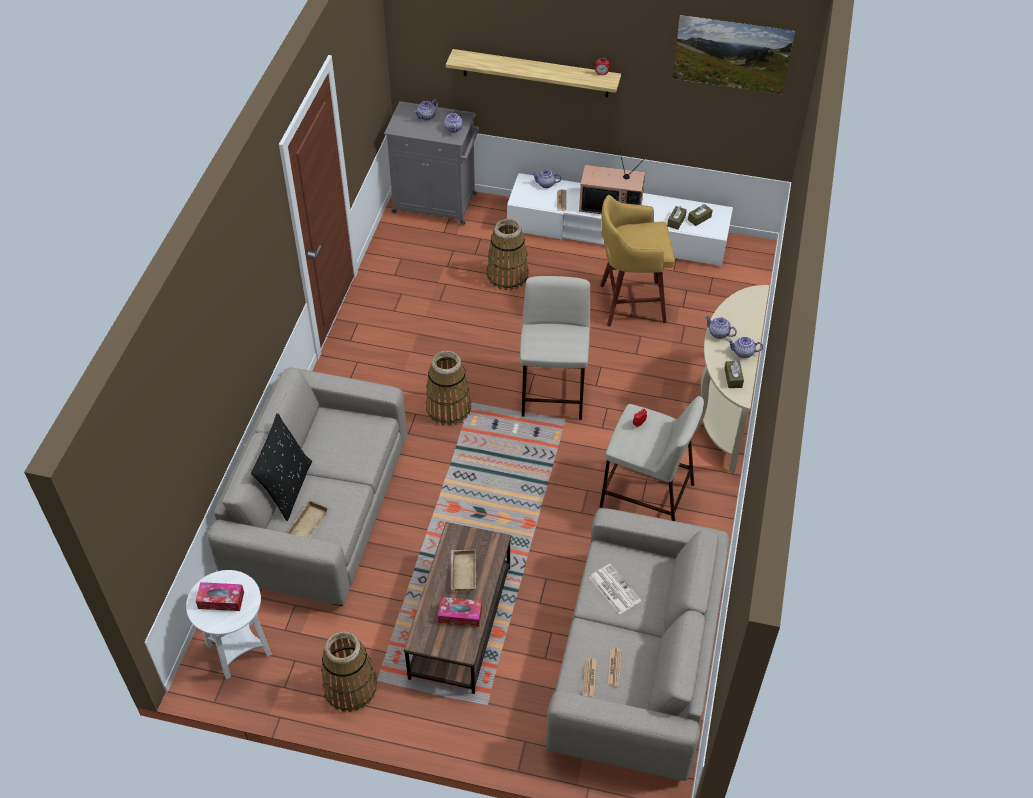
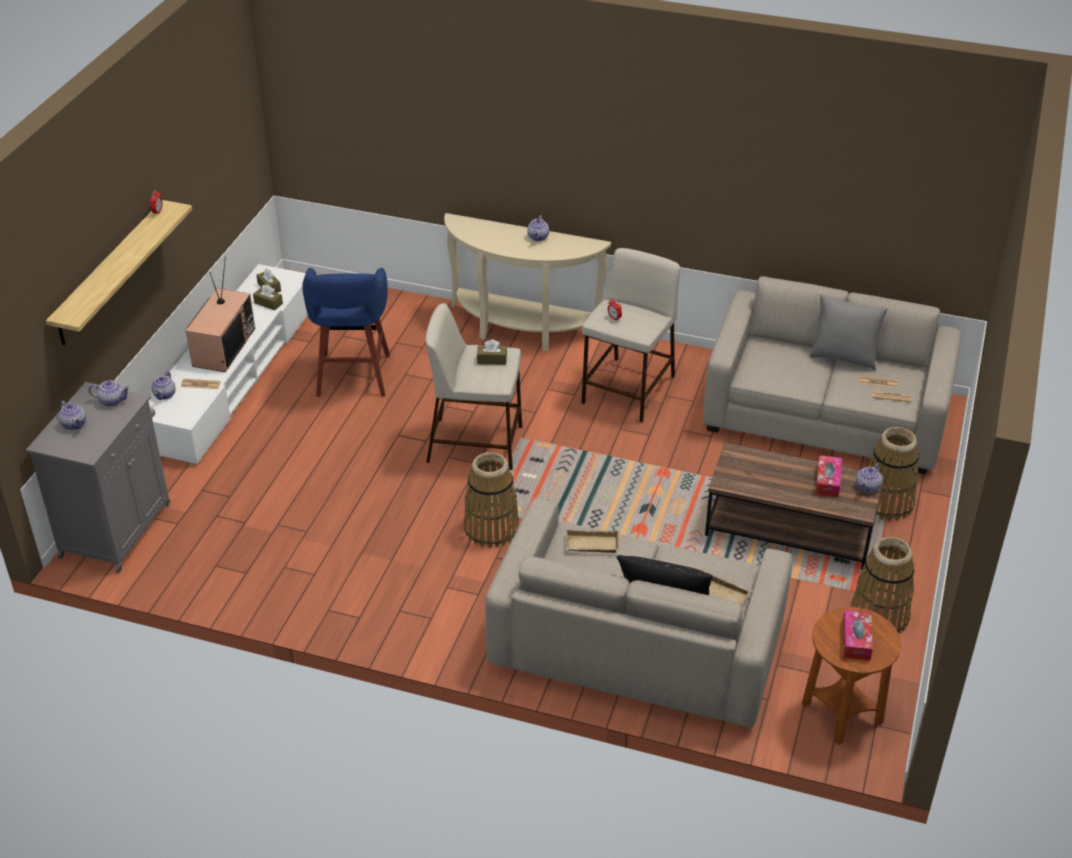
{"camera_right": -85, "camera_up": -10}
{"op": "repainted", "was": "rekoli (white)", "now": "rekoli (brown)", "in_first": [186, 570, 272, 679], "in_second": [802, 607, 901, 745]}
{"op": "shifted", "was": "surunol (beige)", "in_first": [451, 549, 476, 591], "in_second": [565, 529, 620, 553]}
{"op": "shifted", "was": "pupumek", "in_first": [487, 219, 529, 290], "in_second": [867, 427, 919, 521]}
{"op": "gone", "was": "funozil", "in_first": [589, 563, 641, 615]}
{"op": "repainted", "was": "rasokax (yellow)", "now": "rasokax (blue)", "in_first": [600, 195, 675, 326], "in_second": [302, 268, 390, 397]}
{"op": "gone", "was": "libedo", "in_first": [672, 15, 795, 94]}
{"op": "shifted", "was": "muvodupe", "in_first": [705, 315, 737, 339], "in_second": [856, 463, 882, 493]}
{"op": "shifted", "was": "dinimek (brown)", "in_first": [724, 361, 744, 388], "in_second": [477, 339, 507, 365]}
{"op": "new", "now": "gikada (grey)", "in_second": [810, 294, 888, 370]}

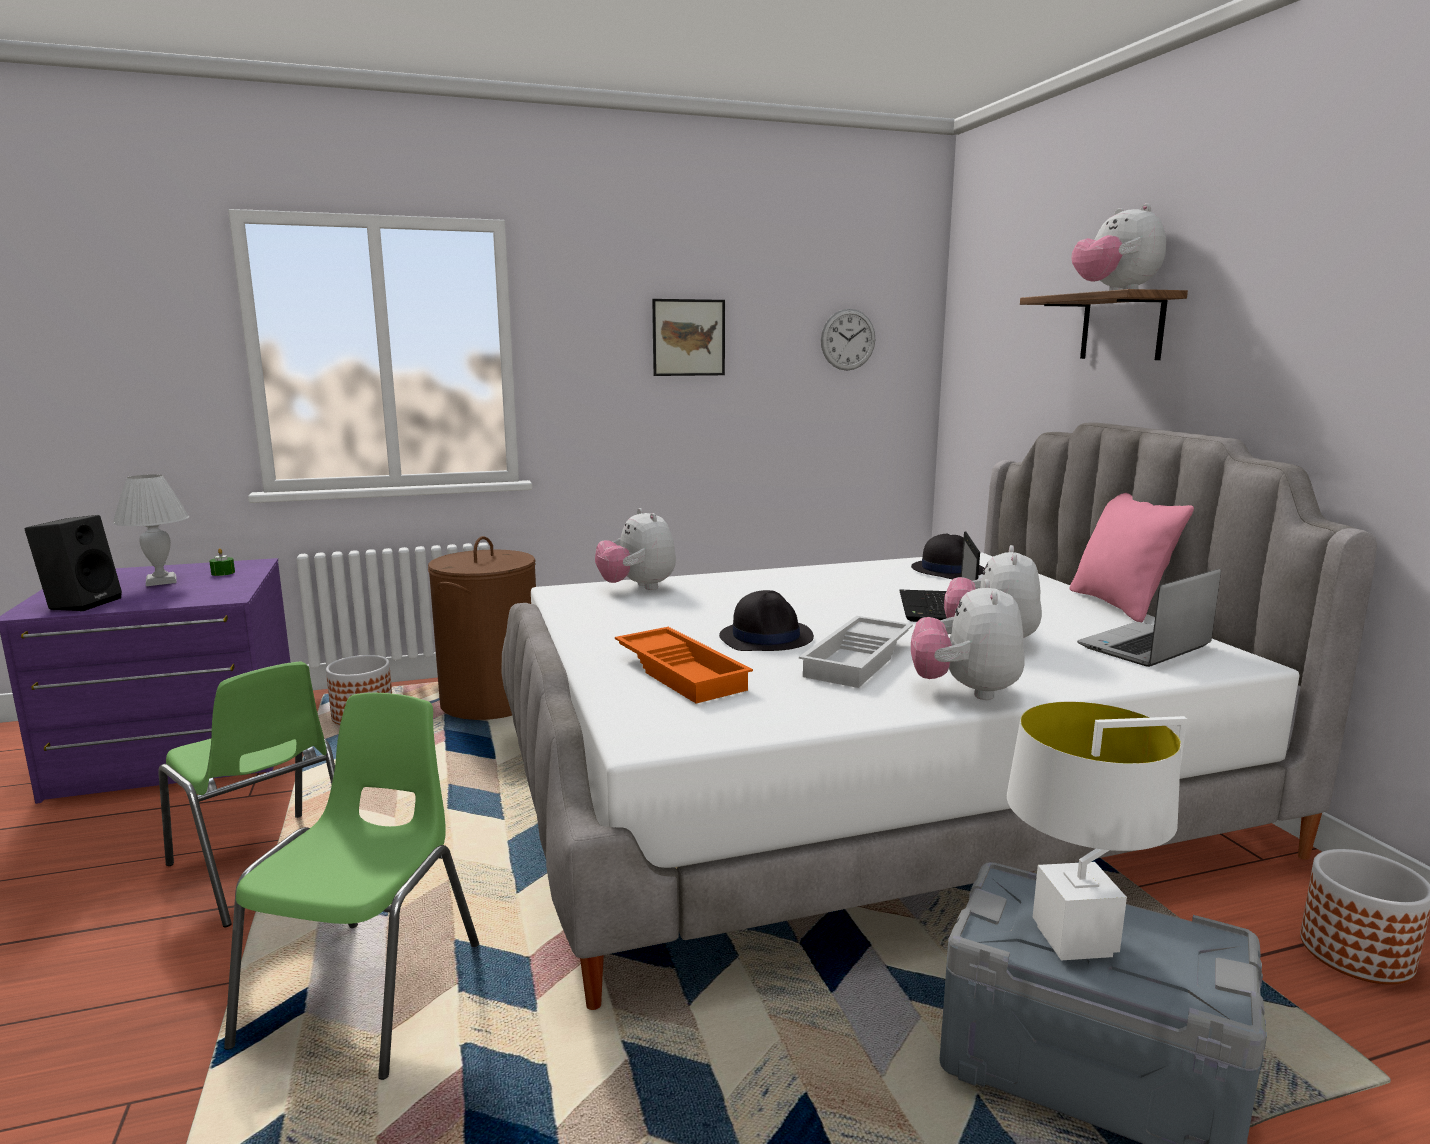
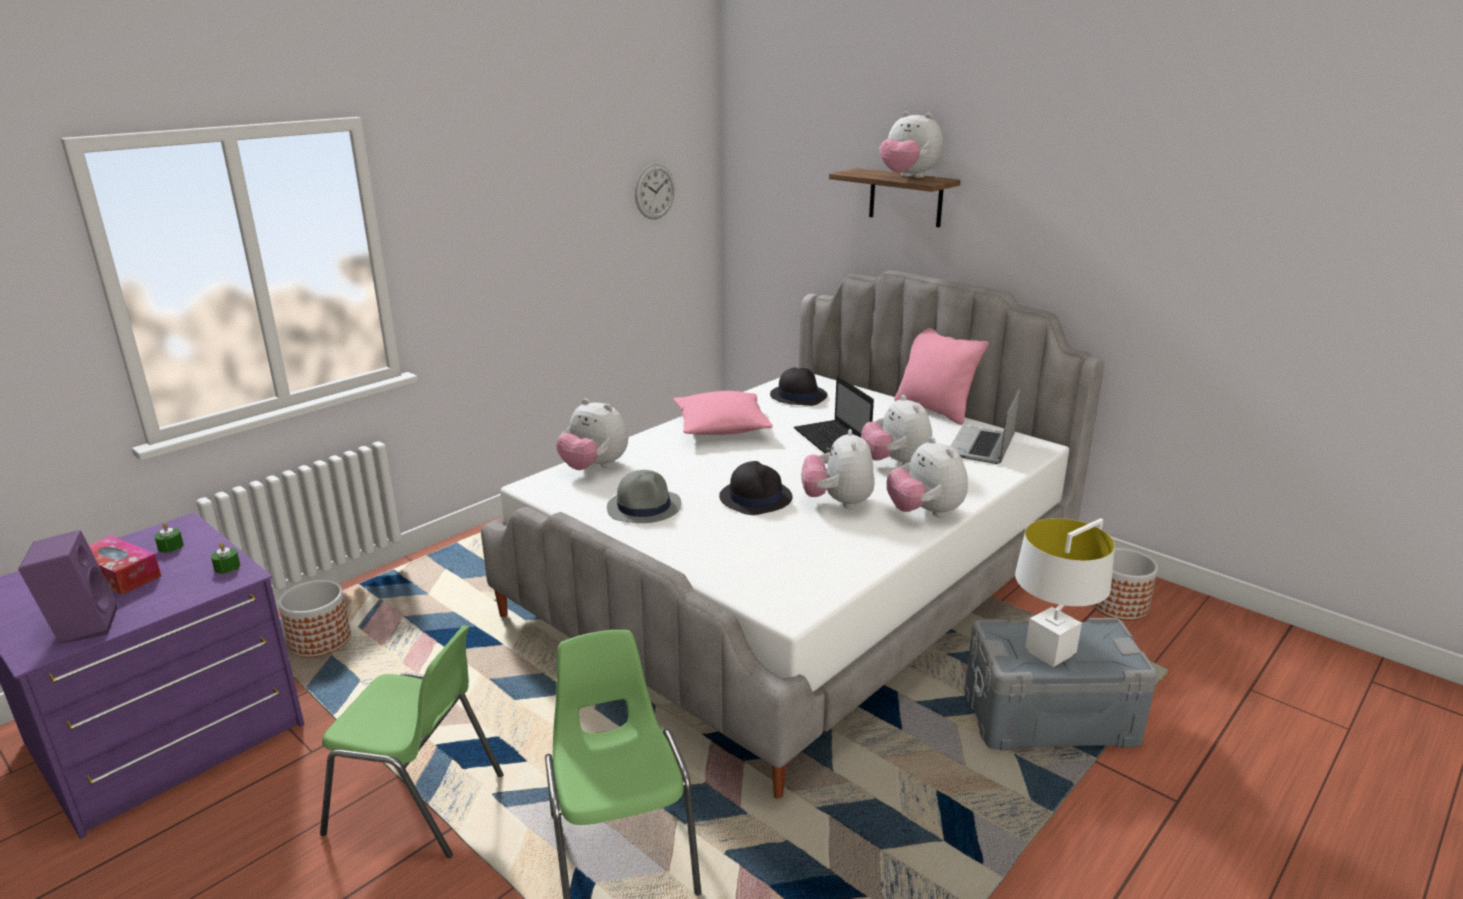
{"camera_right": -30, "camera_up": 10}
{"op": "repainted", "was": "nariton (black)", "now": "nariton (purple)", "in_first": [25, 515, 122, 611], "in_second": [18, 530, 117, 644]}
{"op": "swapped", "was": "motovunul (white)", "now": "dinimek", "in_first": [113, 474, 189, 586], "in_second": [89, 535, 161, 595]}
{"op": "gone", "was": "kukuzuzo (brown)", "in_first": [428, 536, 536, 720]}
{"op": "gone", "was": "surunol (orange)", "in_first": [615, 627, 753, 704]}
{"op": "gone", "was": "libedo", "in_first": [652, 299, 725, 376]}
{"op": "swapped", "was": "surunol (white)", "now": "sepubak", "in_first": [799, 616, 913, 688], "in_second": [801, 429, 875, 509]}
{"op": "new", "now": "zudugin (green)", "in_second": [211, 542, 240, 574]}
{"op": "new", "now": "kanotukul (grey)", "in_second": [607, 470, 681, 523]}
{"op": "new", "now": "gikada (pink)", "in_second": [673, 391, 773, 435]}

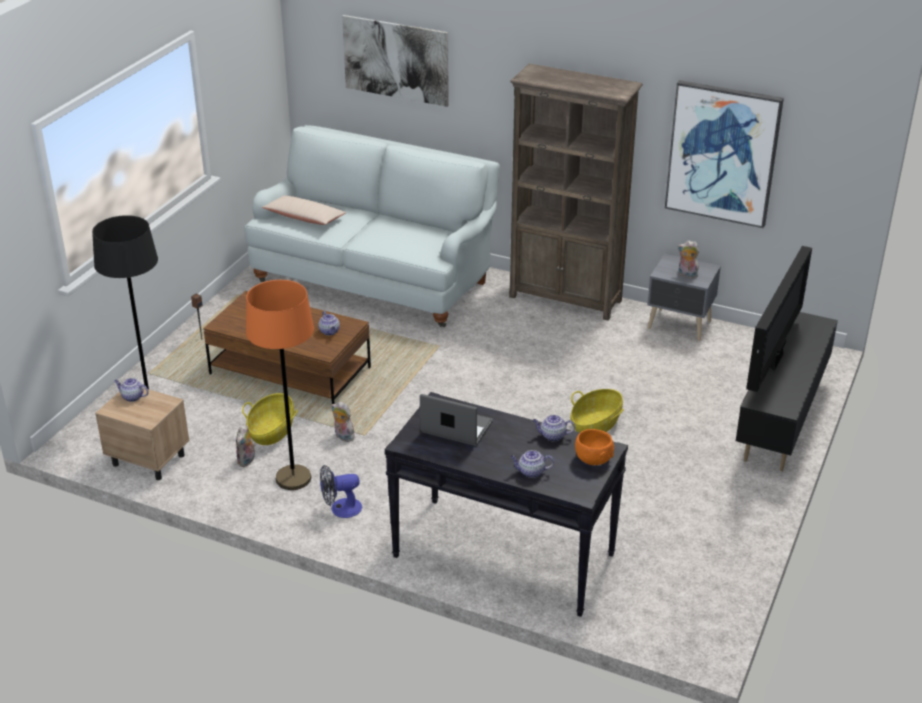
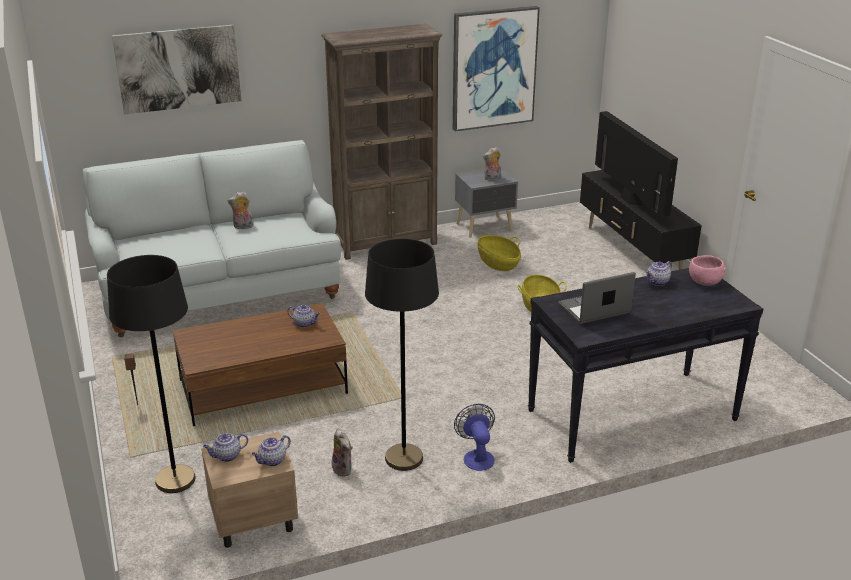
{"camera_right": -45, "camera_up": -5}
{"op": "shifted", "was": "pupumek", "in_first": [242, 393, 298, 445], "in_second": [478, 235, 521, 271]}
{"op": "repainted", "was": "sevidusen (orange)", "now": "sevidusen (black)", "in_first": [246, 280, 314, 490], "in_second": [365, 238, 439, 471]}
{"op": "gone", "was": "gikada (beige)", "in_first": [262, 196, 346, 225]}
{"op": "rotated", "was": "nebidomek", "in_first": [320, 465, 362, 518], "in_second": [454, 404, 495, 471], "clockwise": 135}
{"op": "shifted", "was": "sepubak", "in_first": [332, 401, 355, 442], "in_second": [227, 191, 254, 229]}
{"op": "shifted", "was": "muvodupe", "in_first": [510, 450, 554, 478], "in_second": [252, 435, 291, 466]}
{"op": "repainted", "was": "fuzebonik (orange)", "now": "fuzebonik (pink)", "in_first": [575, 429, 614, 465], "in_second": [689, 255, 726, 286]}

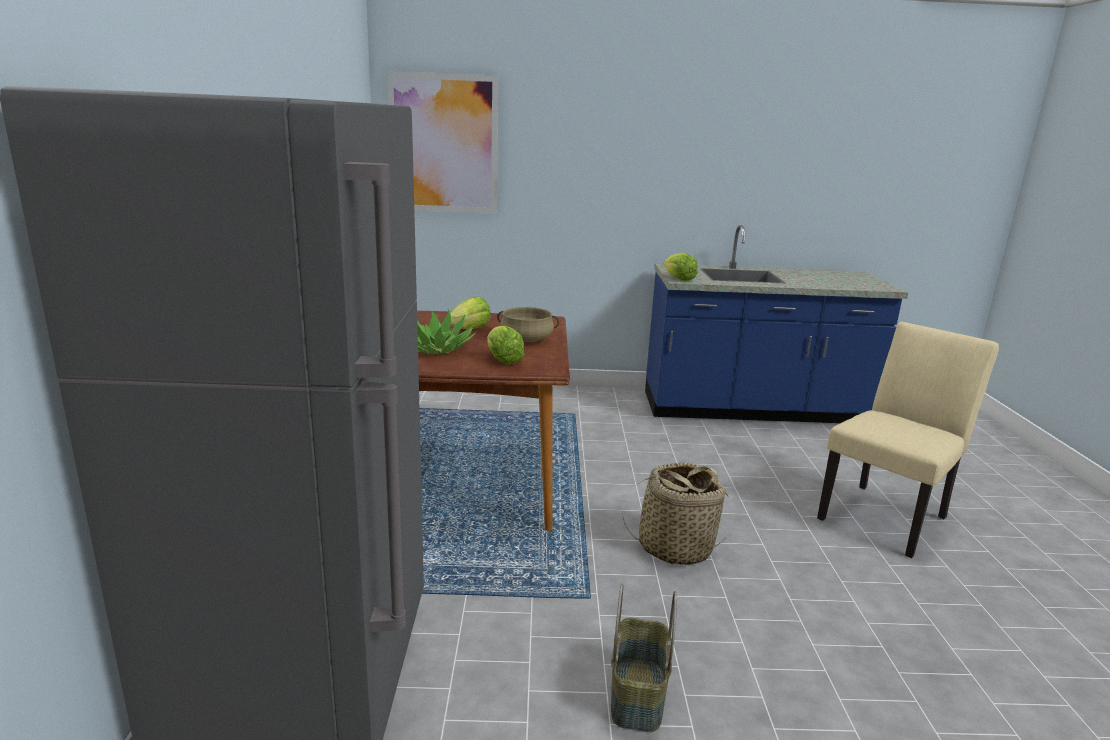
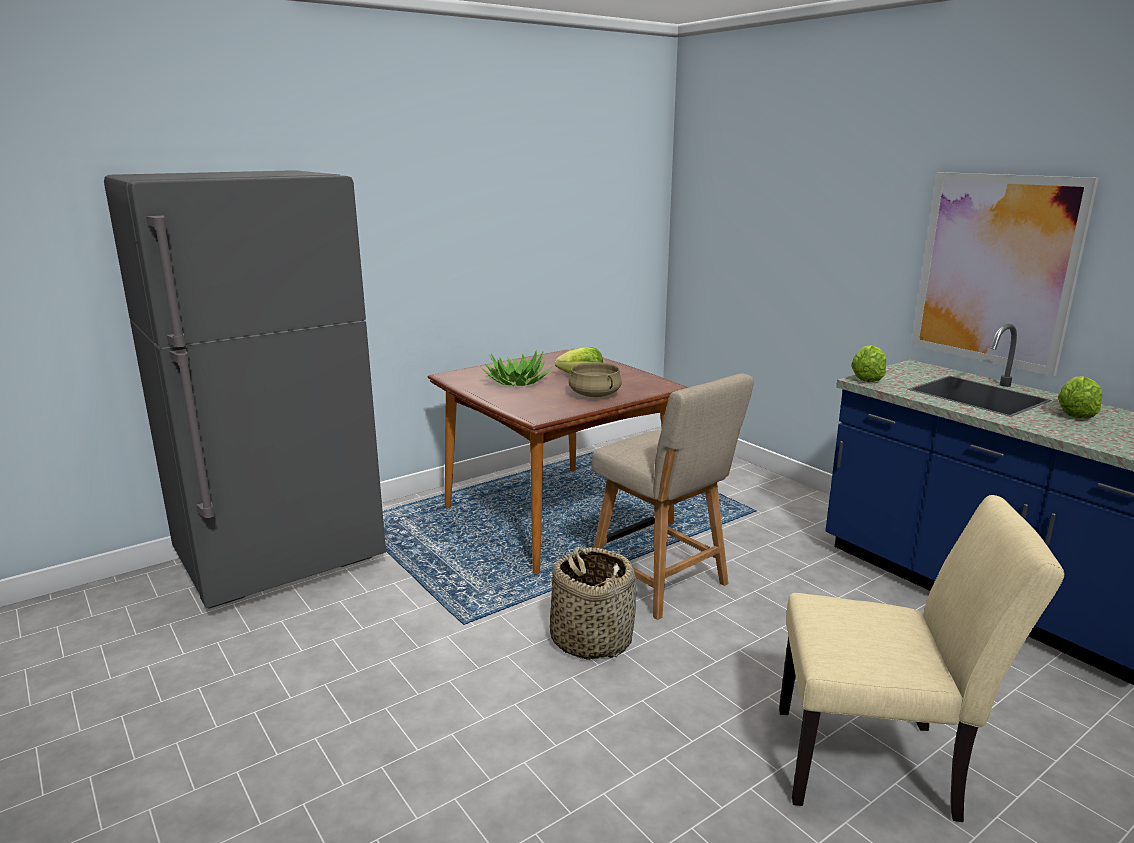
{"camera_right": 55, "camera_up": 0}
{"op": "shifted", "was": "libedo", "in_first": [387, 71, 499, 214], "in_second": [911, 172, 1099, 376]}
{"op": "shifted", "was": "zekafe", "in_first": [487, 326, 525, 365], "in_second": [1058, 376, 1102, 419]}
{"op": "gone", "was": "pupumek", "in_first": [611, 584, 677, 732]}
{"op": "new", "now": "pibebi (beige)", "in_second": [592, 373, 754, 620]}

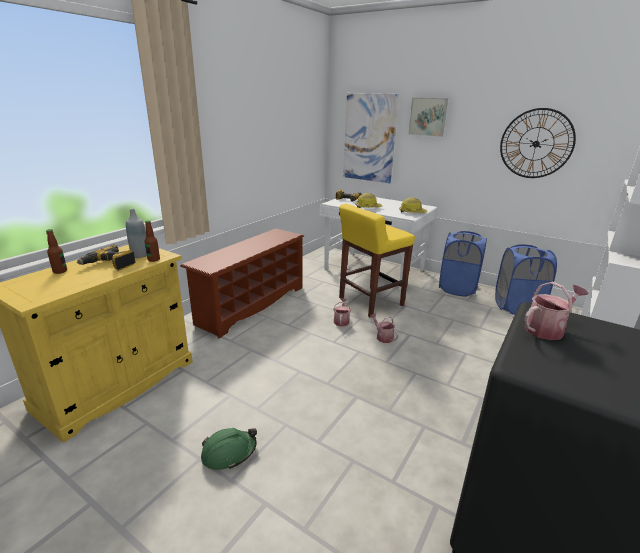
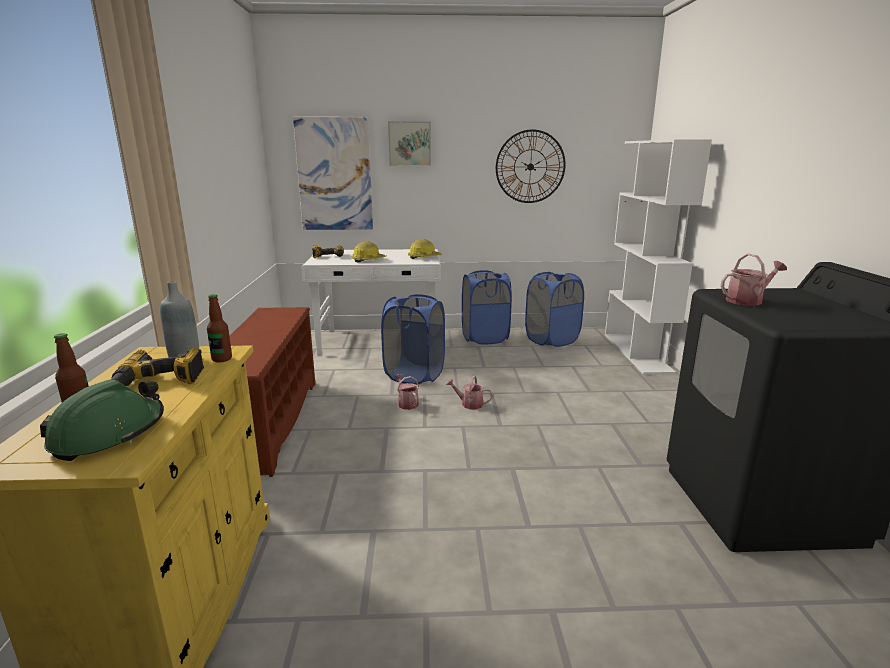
{"camera_right": -35, "camera_up": -5}
{"op": "shifted", "was": "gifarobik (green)", "in_first": [201, 428, 257, 470], "in_second": [40, 379, 164, 461]}
{"op": "swapped", "was": "rasokax (yellow)", "now": "kukuzuzo (blue)", "in_first": [339, 204, 415, 317], "in_second": [381, 294, 445, 385]}
{"op": "rotated", "was": "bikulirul", "in_first": [524, 282, 588, 340], "in_second": [721, 254, 787, 306], "clockwise": 45}

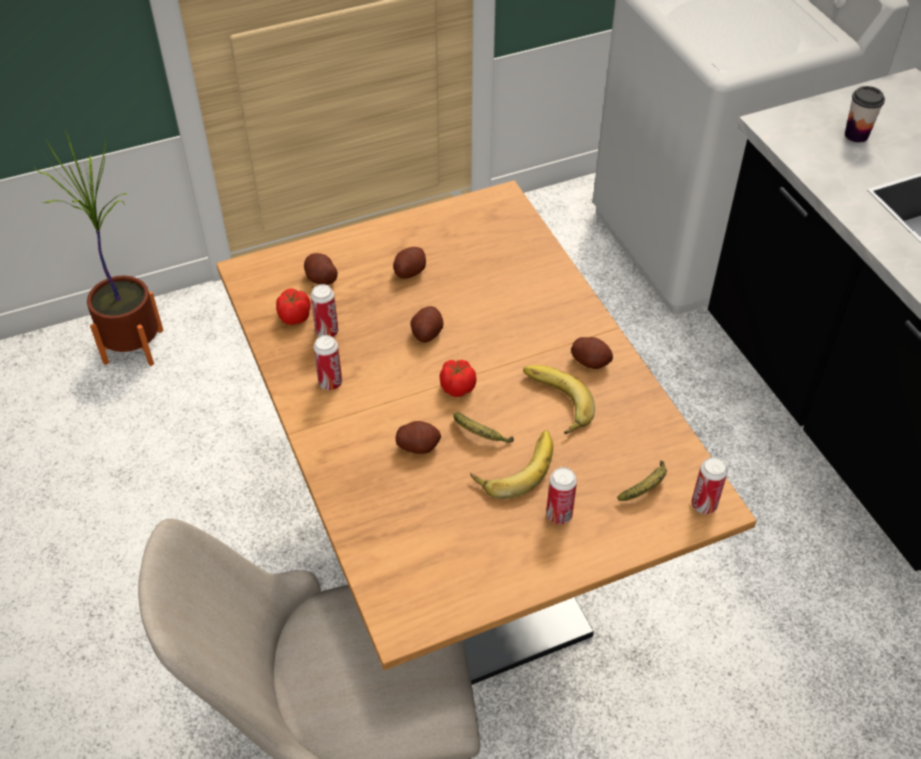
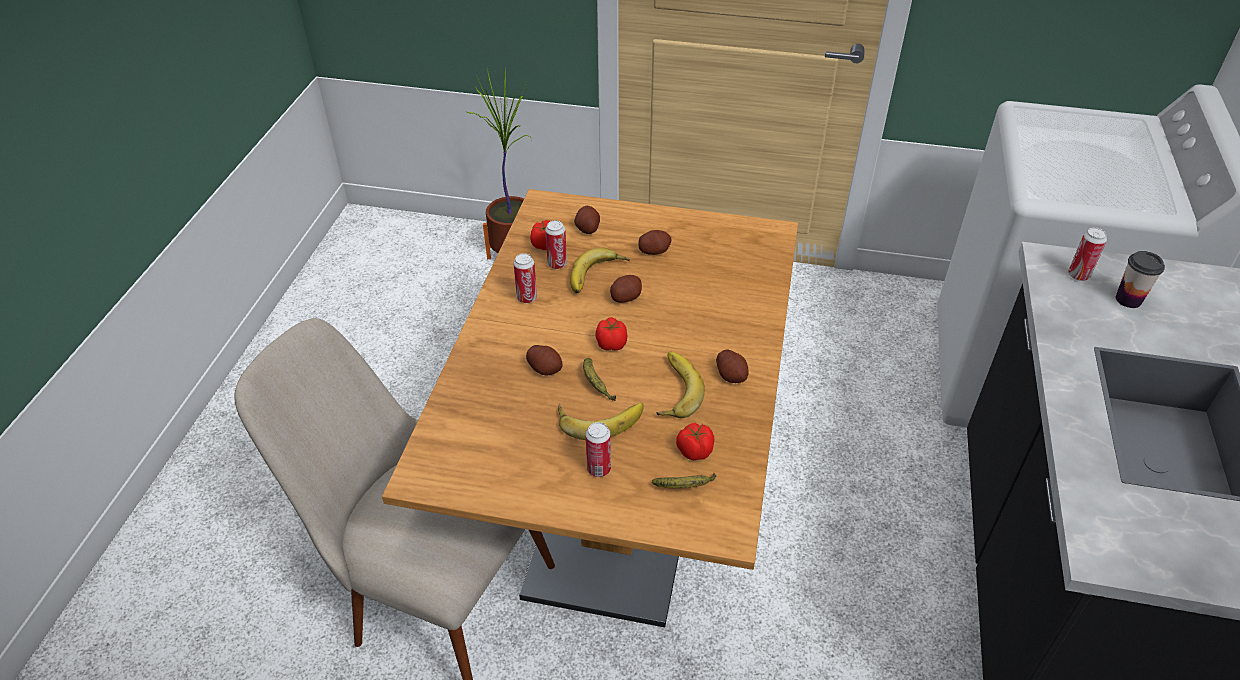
{"camera_right": 35, "camera_up": -5}
{"op": "shifted", "was": "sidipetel", "in_first": [691, 457, 728, 514], "in_second": [1068, 227, 1107, 281]}
{"op": "new", "now": "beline", "in_second": [570, 248, 630, 293]}
{"op": "new", "now": "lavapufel", "in_second": [676, 423, 715, 461]}

